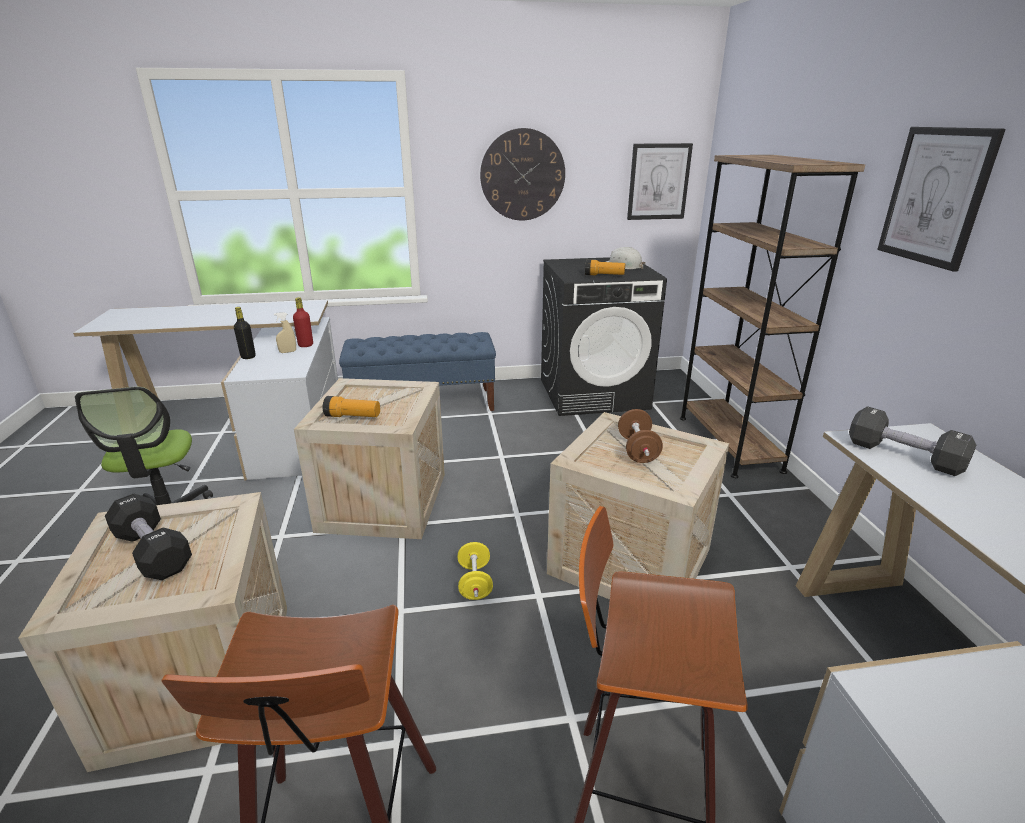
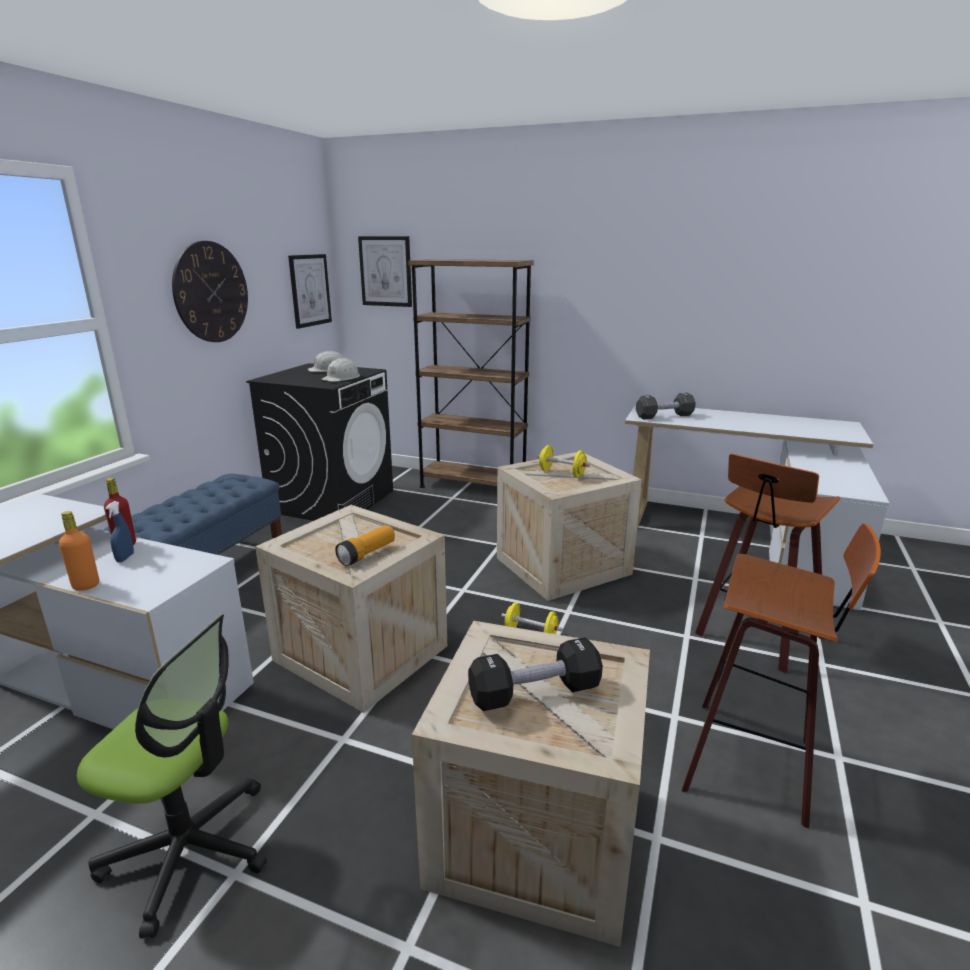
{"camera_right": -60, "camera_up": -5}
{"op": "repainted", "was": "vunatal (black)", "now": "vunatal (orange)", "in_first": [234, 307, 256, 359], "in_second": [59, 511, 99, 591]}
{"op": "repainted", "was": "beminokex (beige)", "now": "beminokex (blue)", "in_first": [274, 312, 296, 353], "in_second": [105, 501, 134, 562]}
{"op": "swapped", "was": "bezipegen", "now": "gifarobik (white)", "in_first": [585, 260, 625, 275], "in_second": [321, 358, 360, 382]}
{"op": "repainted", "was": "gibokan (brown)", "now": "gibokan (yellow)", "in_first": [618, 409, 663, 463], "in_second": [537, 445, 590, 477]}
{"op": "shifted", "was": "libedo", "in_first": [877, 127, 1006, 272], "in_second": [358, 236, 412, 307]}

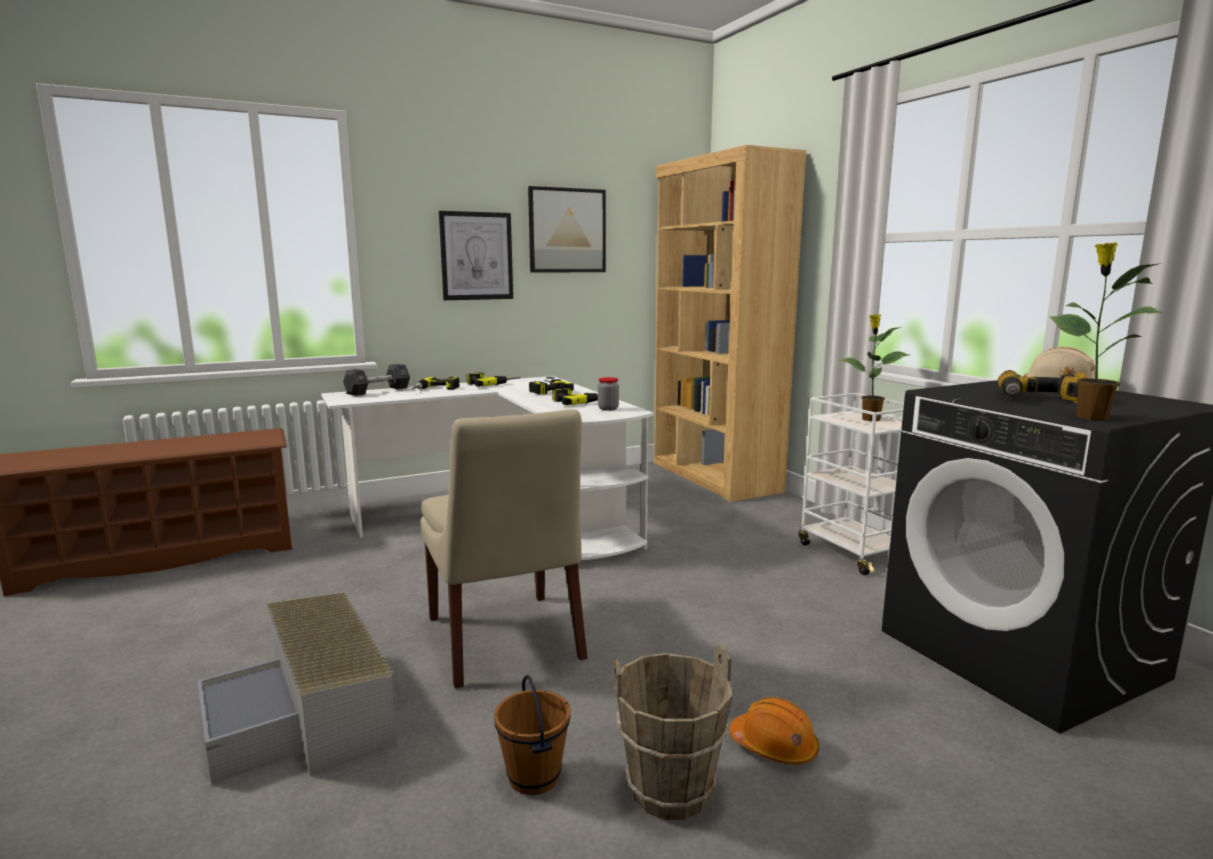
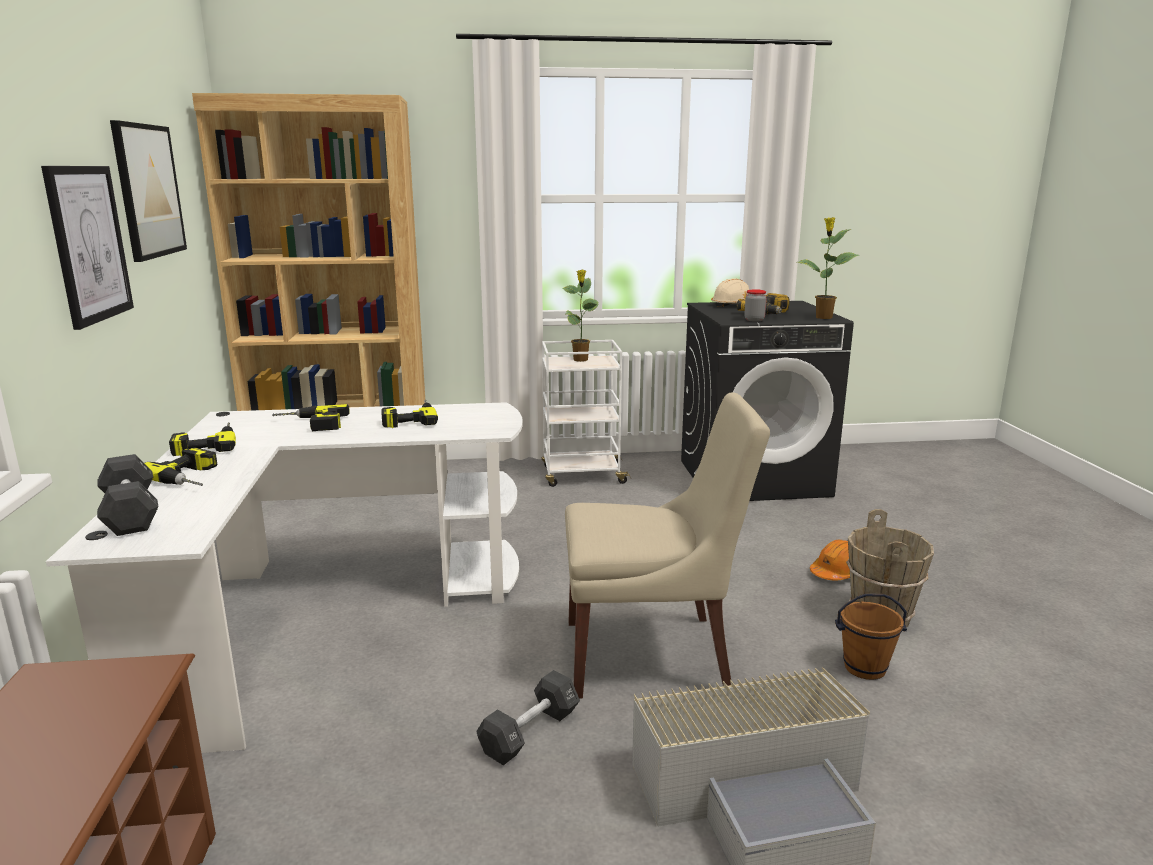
{"camera_right": -70, "camera_up": 5}
{"op": "shifted", "was": "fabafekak", "in_first": [598, 377, 619, 411], "in_second": [744, 289, 767, 322]}
{"op": "new", "now": "gibokan (black)", "in_second": [476, 670, 580, 766]}

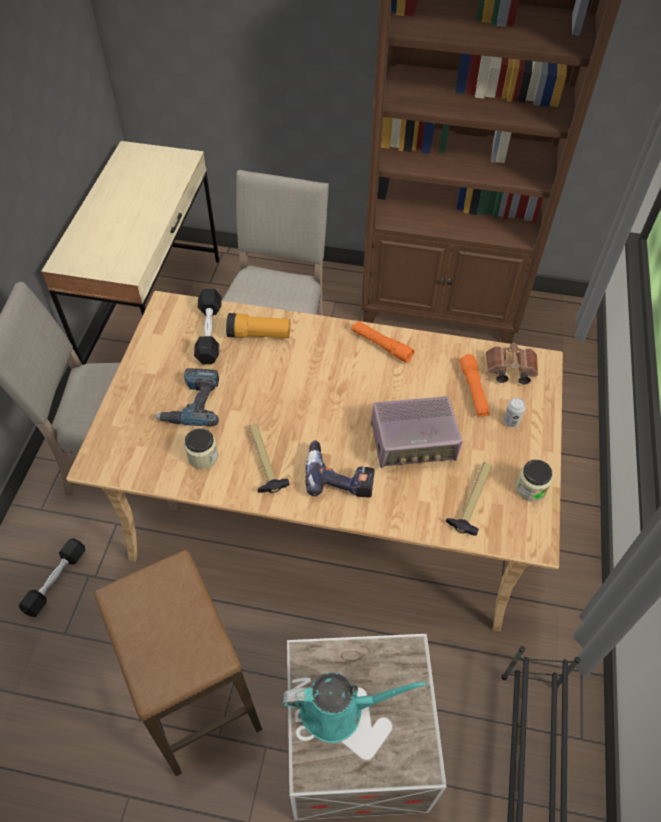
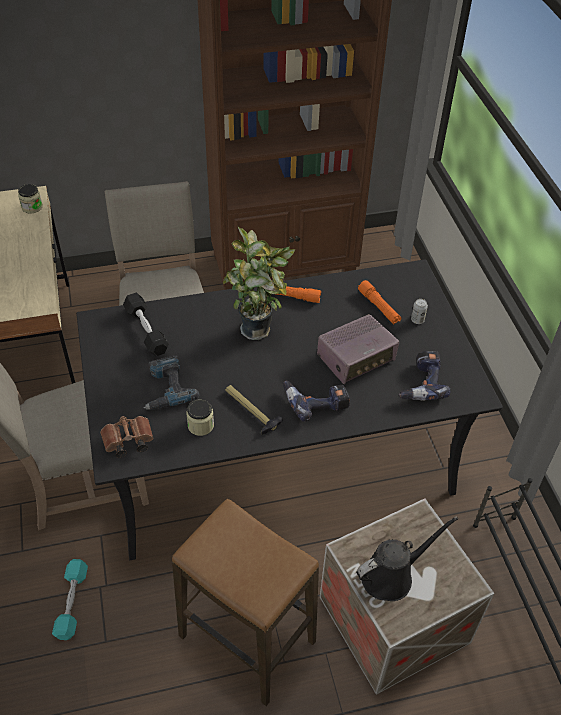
{"camera_right": -25, "camera_up": -5}
{"op": "repainted", "was": "gibokan (black)", "now": "gibokan (turquoise)", "in_first": [19, 538, 85, 617], "in_second": [52, 559, 88, 640]}
{"op": "repainted", "was": "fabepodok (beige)", "now": "fabepodok (black)", "in_first": [66, 291, 563, 631], "in_second": [76, 259, 503, 560]}
{"op": "gone", "was": "bezipegen", "in_first": [226, 313, 290, 338]}
{"op": "repainted", "was": "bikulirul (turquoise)", "now": "bikulirul (black)", "in_first": [283, 672, 427, 743], "in_second": [356, 516, 458, 601]}
{"op": "swapped", "was": "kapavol", "now": "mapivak", "in_first": [446, 462, 492, 536], "in_second": [399, 351, 451, 400]}
{"op": "shifted", "was": "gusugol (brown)", "in_first": [486, 343, 538, 384], "in_second": [100, 416, 153, 458]}
{"op": "shifted", "was": "fabafekak", "in_first": [515, 460, 552, 502], "in_second": [18, 184, 43, 214]}
{"op": "new", "now": "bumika", "in_second": [223, 227, 295, 340]}

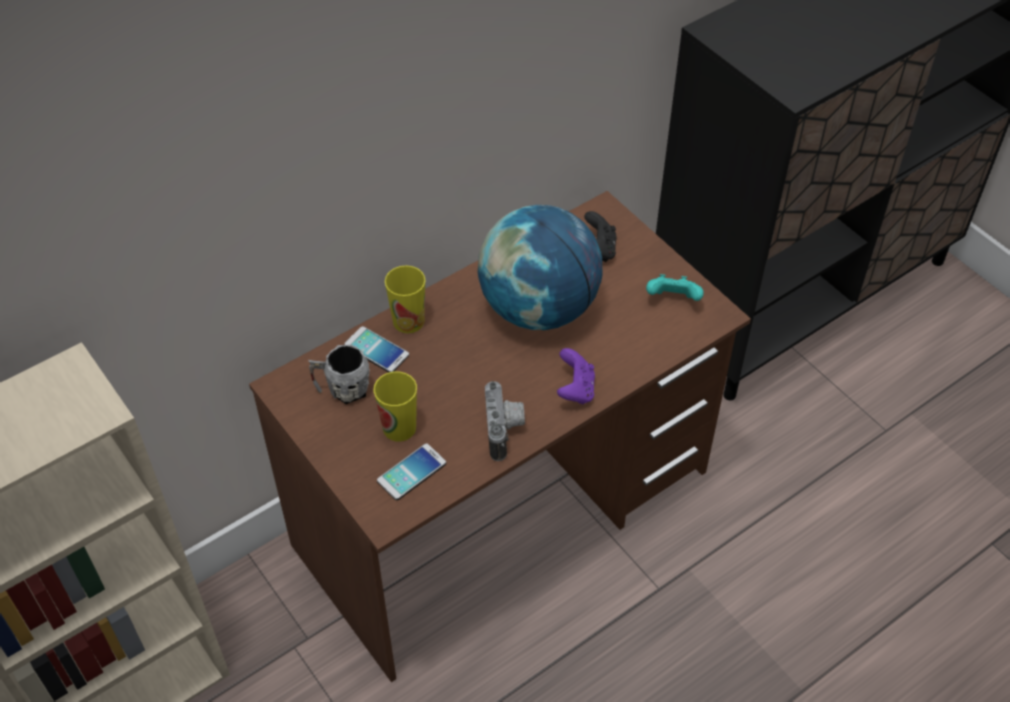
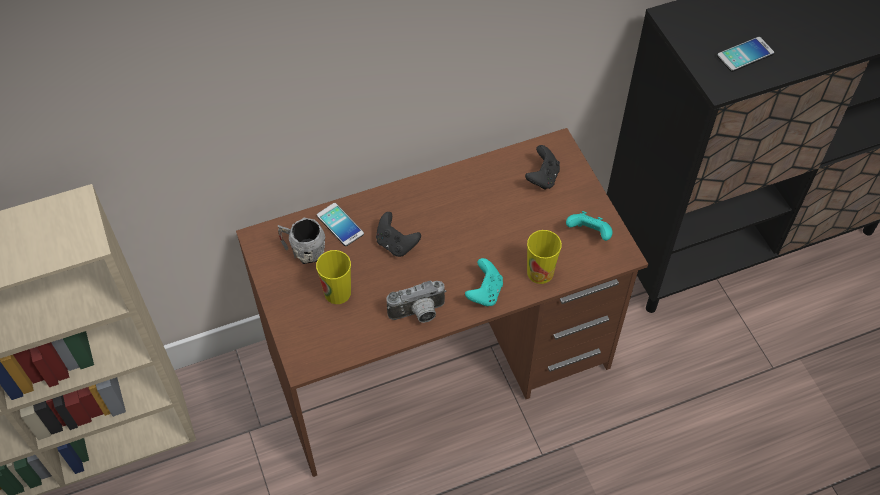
{"camera_right": 15, "camera_up": 5}
{"op": "shifted", "was": "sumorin", "in_first": [377, 443, 446, 500], "in_second": [717, 37, 774, 72]}
{"op": "shifted", "was": "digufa", "in_first": [385, 265, 426, 333], "in_second": [527, 230, 562, 284]}
{"op": "gone", "was": "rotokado", "in_first": [478, 205, 602, 330]}
{"op": "rotated", "was": "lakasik", "in_first": [485, 381, 525, 461], "in_second": [387, 281, 446, 323], "clockwise": 60}
{"op": "repainted", "was": "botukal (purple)", "now": "botukal (turquoise)", "in_first": [557, 348, 595, 404], "in_second": [465, 258, 503, 306]}
{"op": "new", "now": "botukal (black)", "in_second": [376, 212, 421, 257]}

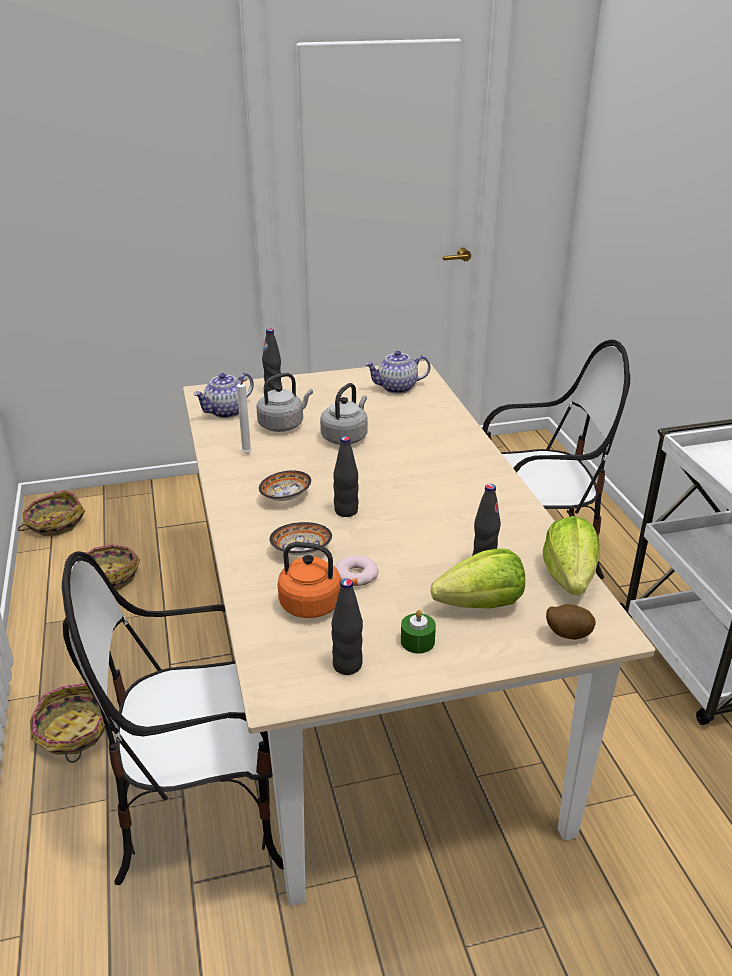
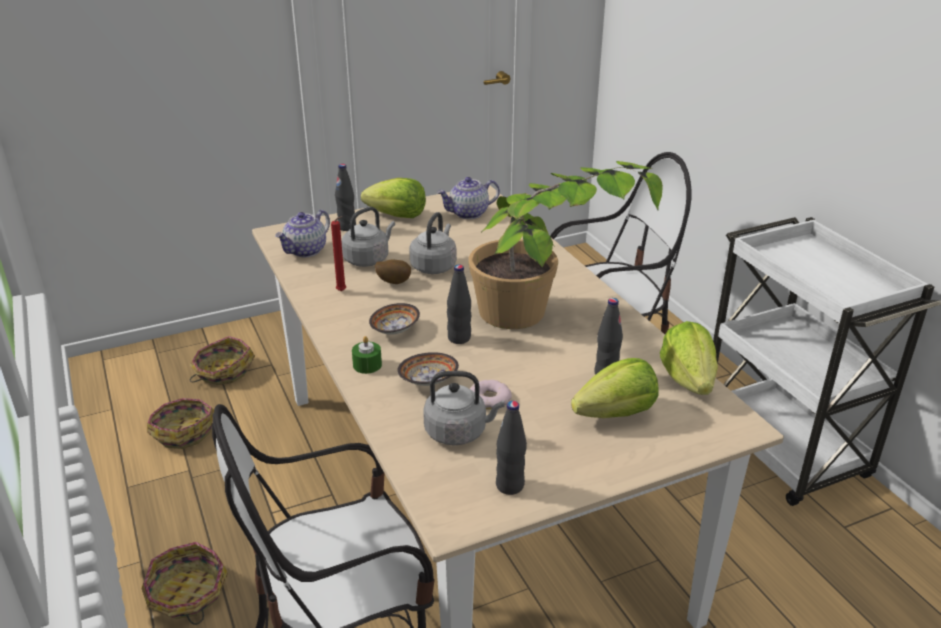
{"camera_right": -10, "camera_up": 0}
{"op": "shifted", "was": "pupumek", "in_first": [18, 490, 85, 536], "in_second": [190, 336, 255, 385]}
{"op": "repainted", "was": "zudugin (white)", "now": "zudugin (red)", "in_first": [237, 379, 252, 454], "in_second": [331, 216, 346, 292]}
{"op": "repainted", "was": "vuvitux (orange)", "now": "vuvitux (grey)", "in_first": [278, 542, 358, 618], "in_second": [423, 371, 504, 445]}
{"op": "shifted", "was": "zudugin (green)", "in_first": [401, 610, 436, 653], "in_second": [352, 336, 382, 374]}
{"op": "shifted", "was": "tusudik", "in_first": [546, 604, 596, 640], "in_second": [375, 260, 411, 284]}
{"op": "new", "now": "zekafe", "in_second": [361, 178, 426, 218]}
{"op": "new", "now": "bumika", "in_second": [468, 161, 663, 329]}

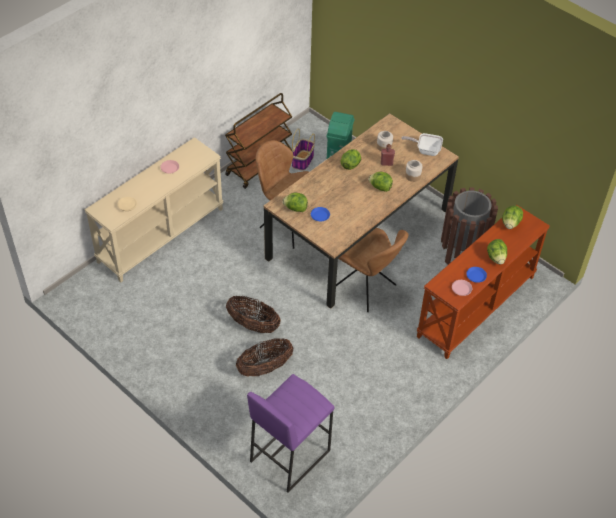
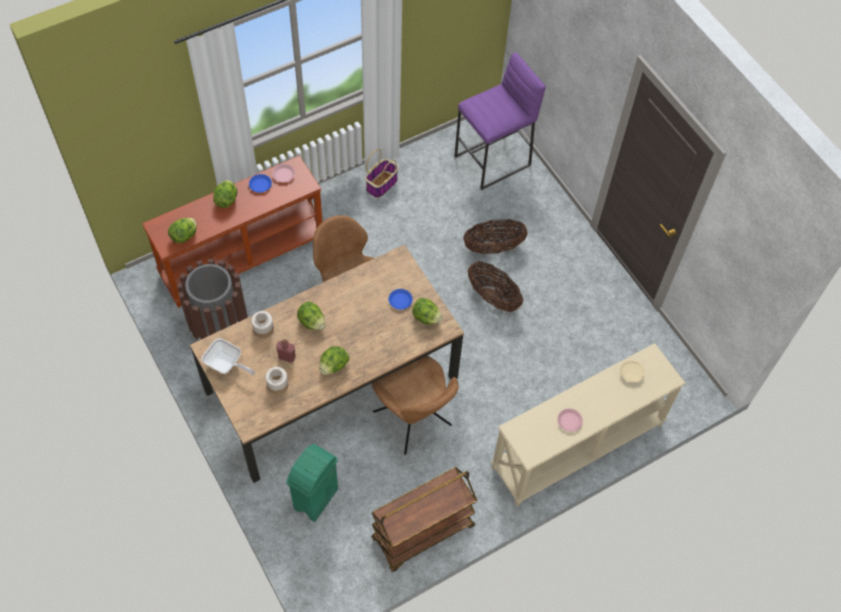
{"camera_right": -165, "camera_up": 10}
{"op": "shifted", "was": "pupumek", "in_first": [292, 129, 315, 170], "in_second": [365, 149, 399, 198]}

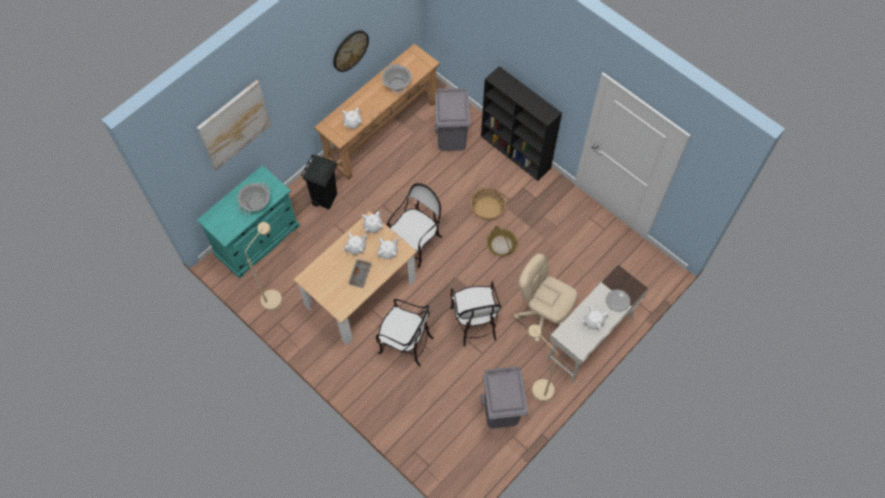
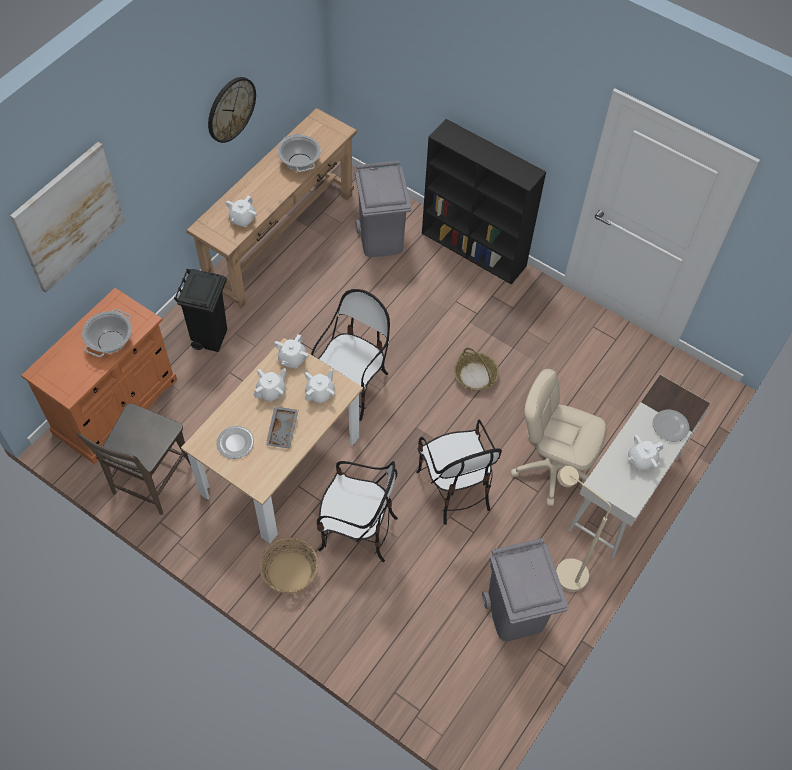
{"camera_right": -10, "camera_up": -5}
{"op": "repainted", "was": "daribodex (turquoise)", "now": "daribodex (orange)", "in_first": [197, 165, 300, 279], "in_second": [21, 288, 177, 464]}
{"op": "swapped", "was": "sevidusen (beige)", "now": "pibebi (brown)", "in_first": [245, 222, 282, 310], "in_second": [77, 403, 191, 515]}
{"op": "shifted", "was": "pupumek", "in_first": [471, 187, 506, 220], "in_second": [260, 538, 318, 594]}
{"op": "new", "now": "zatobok", "in_second": [217, 426, 254, 459]}

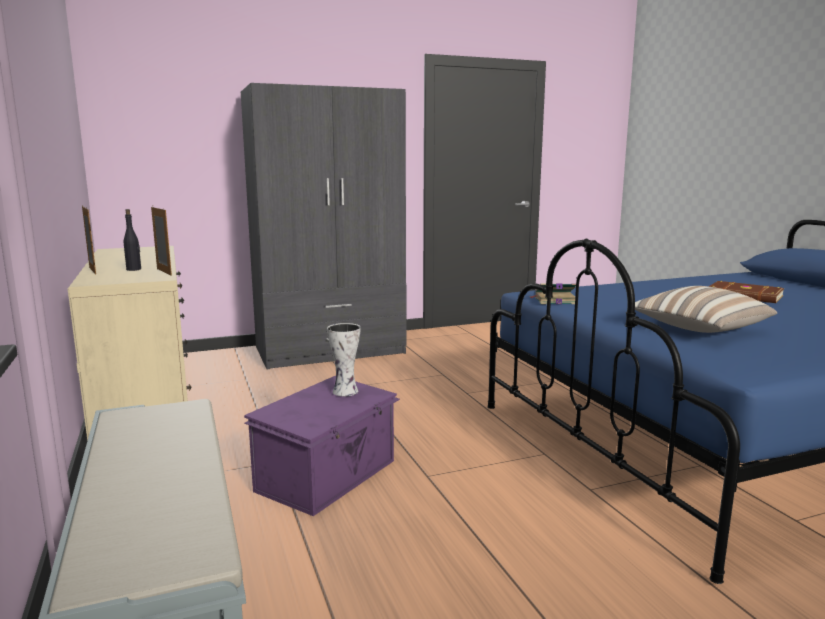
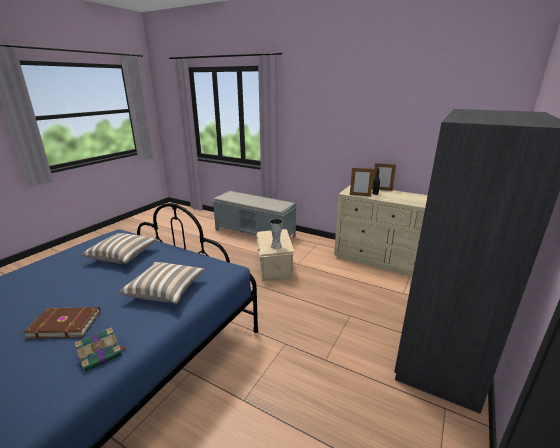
{"camera_right": 140, "camera_up": 10}
{"op": "repainted", "was": "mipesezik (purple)", "now": "mipesezik (beige)", "in_first": [244, 376, 400, 516], "in_second": [256, 229, 294, 281]}
{"op": "shifted", "was": "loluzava", "in_first": [530, 283, 576, 304], "in_second": [74, 327, 126, 372]}
{"op": "new", "now": "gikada", "in_second": [119, 262, 205, 304]}

